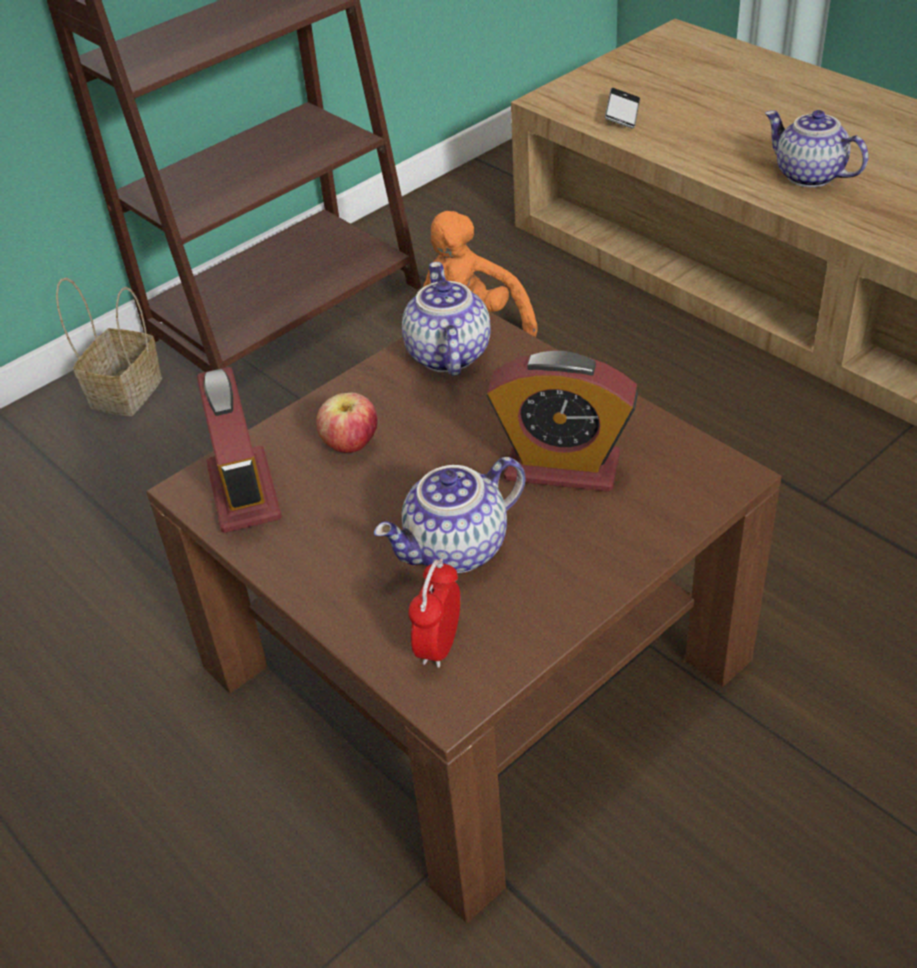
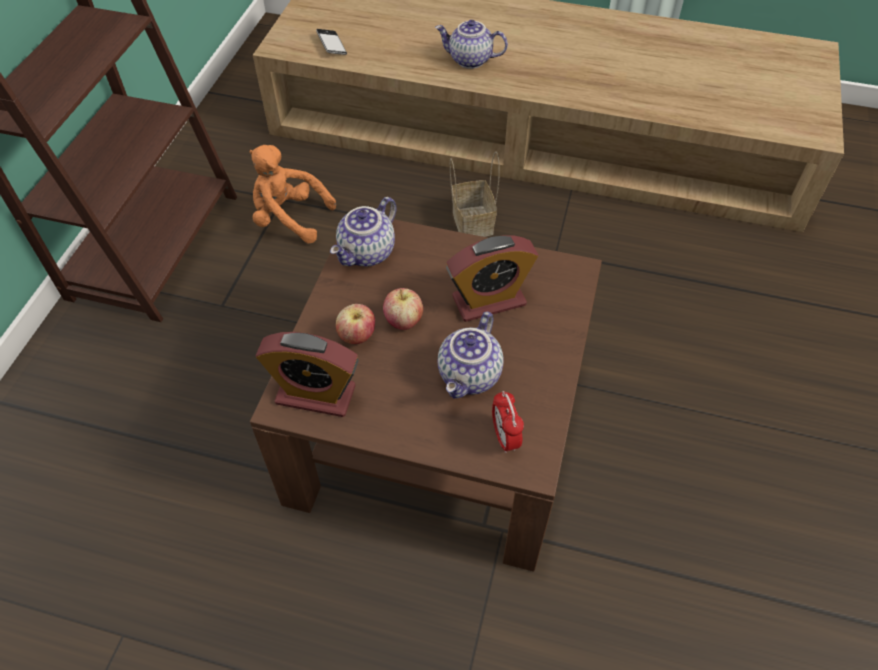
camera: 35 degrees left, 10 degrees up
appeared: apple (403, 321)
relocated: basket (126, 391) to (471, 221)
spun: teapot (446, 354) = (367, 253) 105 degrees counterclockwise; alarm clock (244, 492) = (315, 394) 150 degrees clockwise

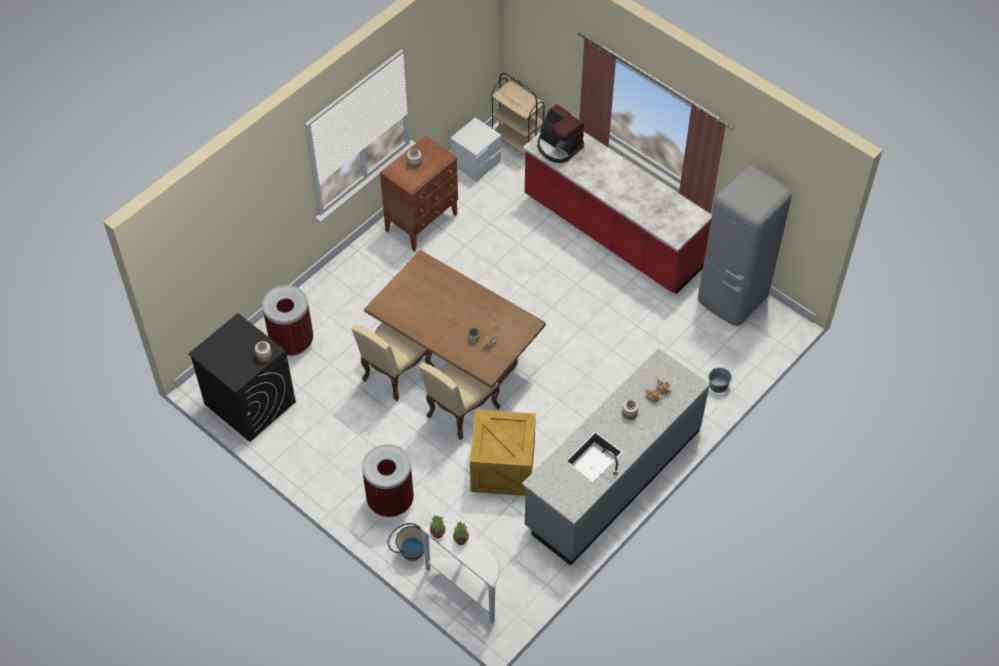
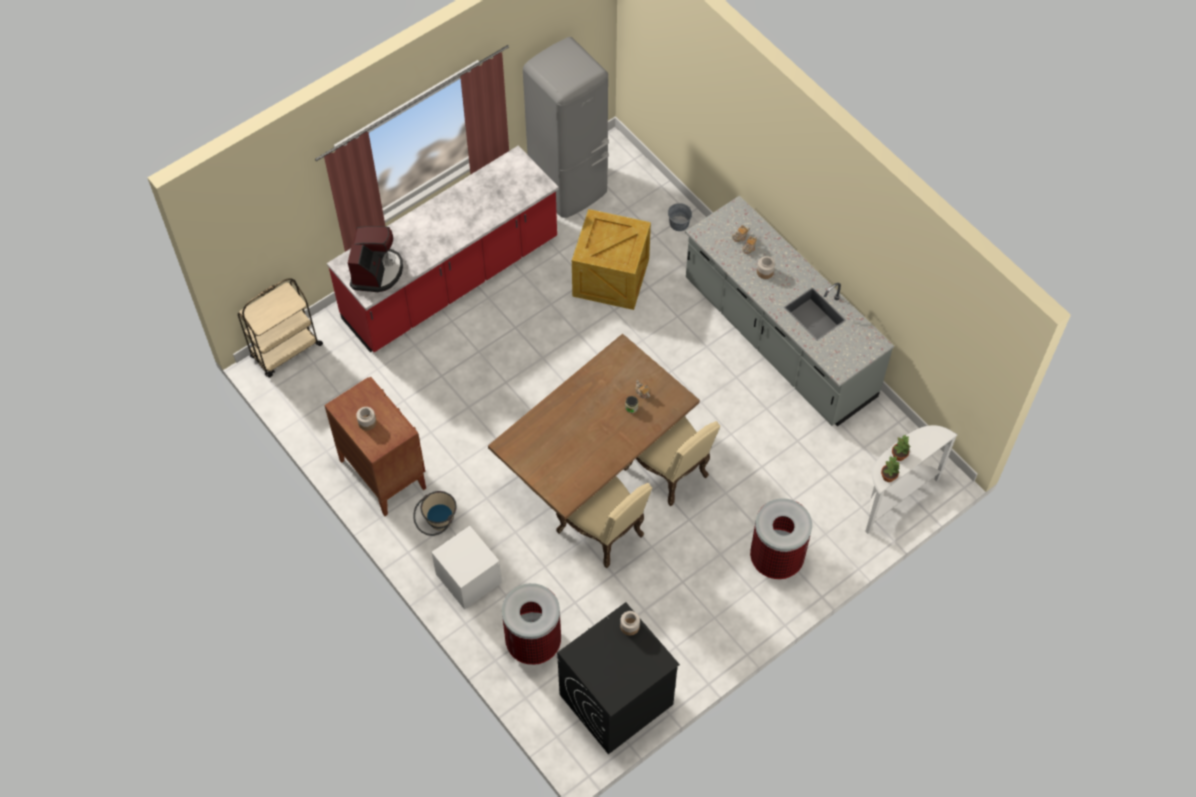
camera: 80 degrees left, 5 degrees up
relocated: white nightstand (475, 163) to (468, 580); crate (503, 469) to (612, 277); beige bucket (408, 550) to (437, 524)
spun: coffee machine (559, 146) = (376, 271) 45 degrees counterclockwise

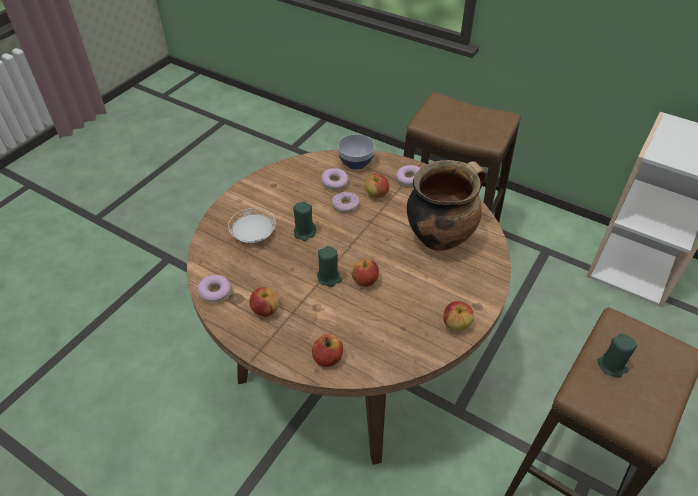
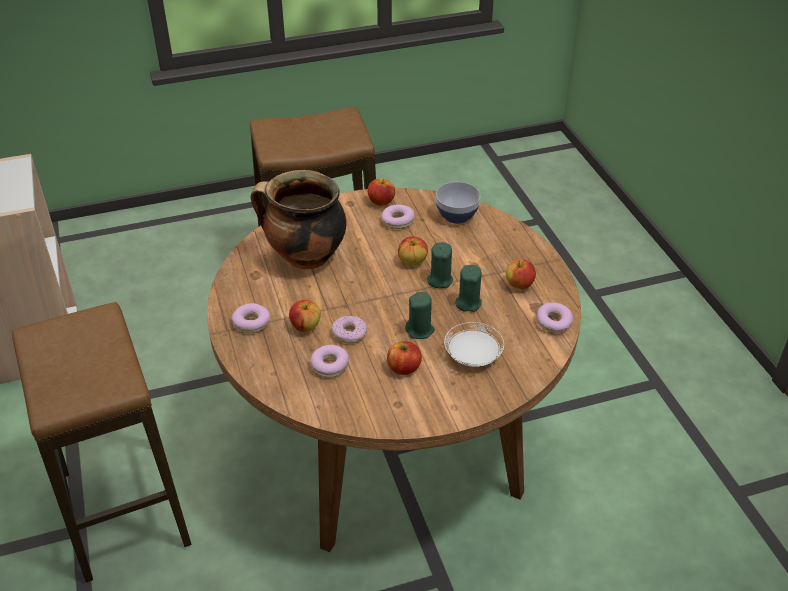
camera: 140 degrees left, 5 degrees down
appeared: donut (398, 221)
relocated: bowl (356, 163) to (456, 216); apple (328, 358) to (404, 368); green candle (612, 366) to (468, 303)

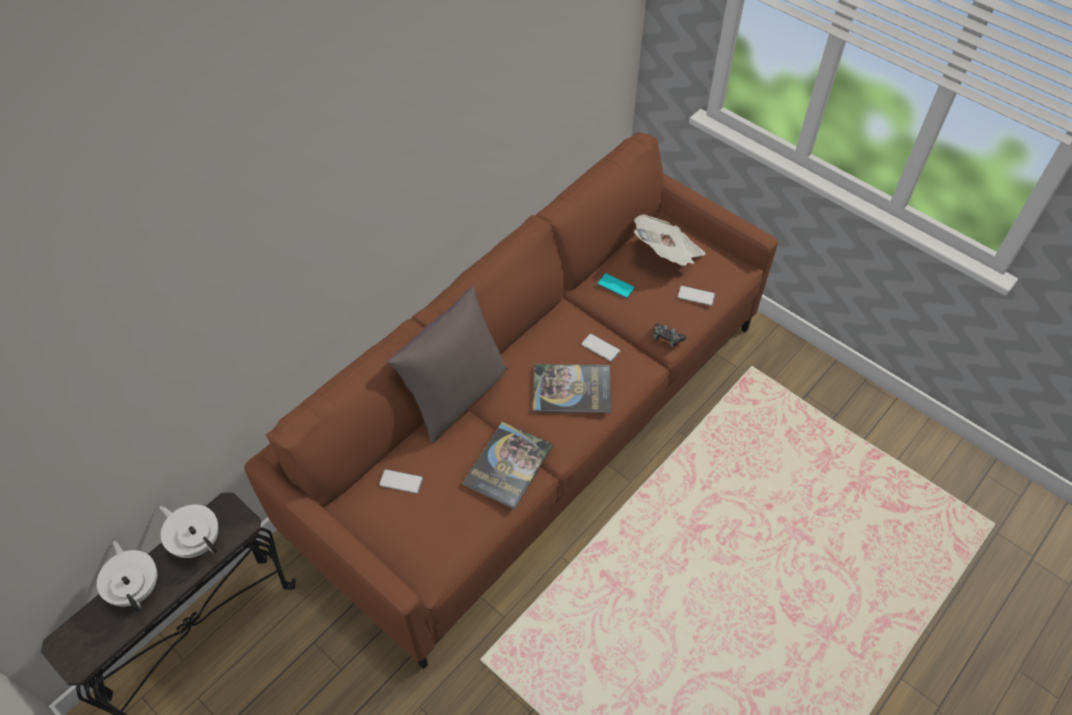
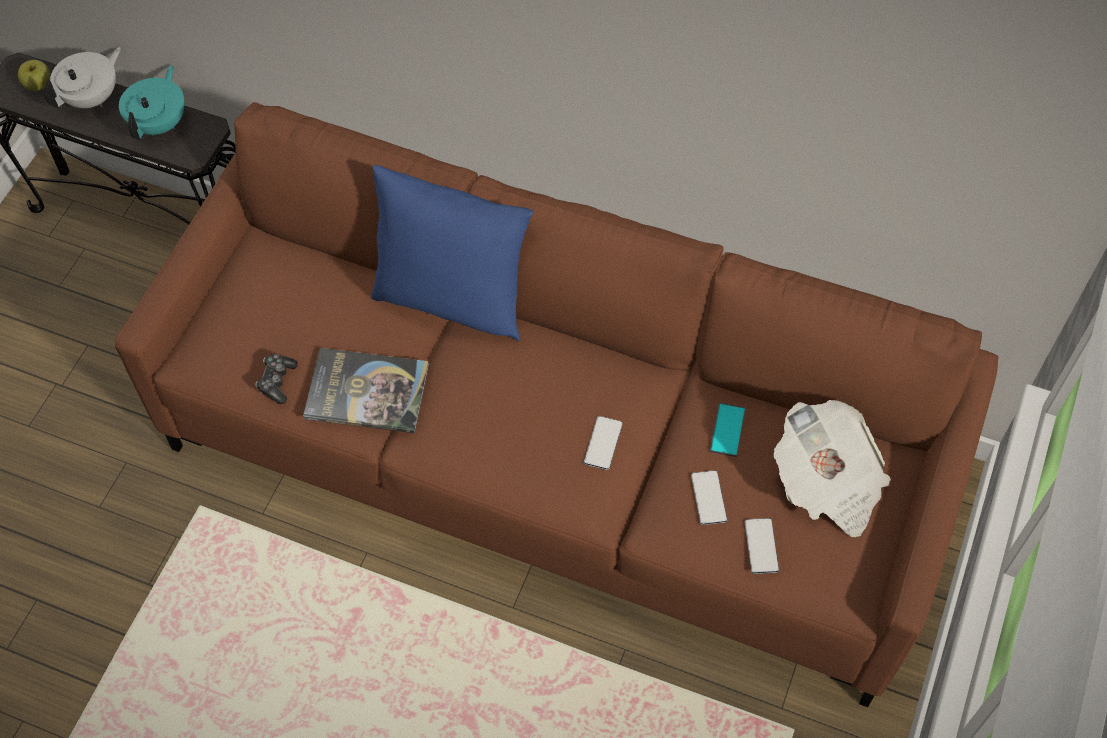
camera: 70 degrees right, 5 degrees up
missing: book (571, 389)
appeared: apple (38, 85)
relocated: game controller (666, 338) to (277, 381); phone (401, 481) to (708, 498)
colour: grey pillow (456, 397) to blue pillow (452, 299); white teapot (197, 541) to turquoise teapot (160, 123)

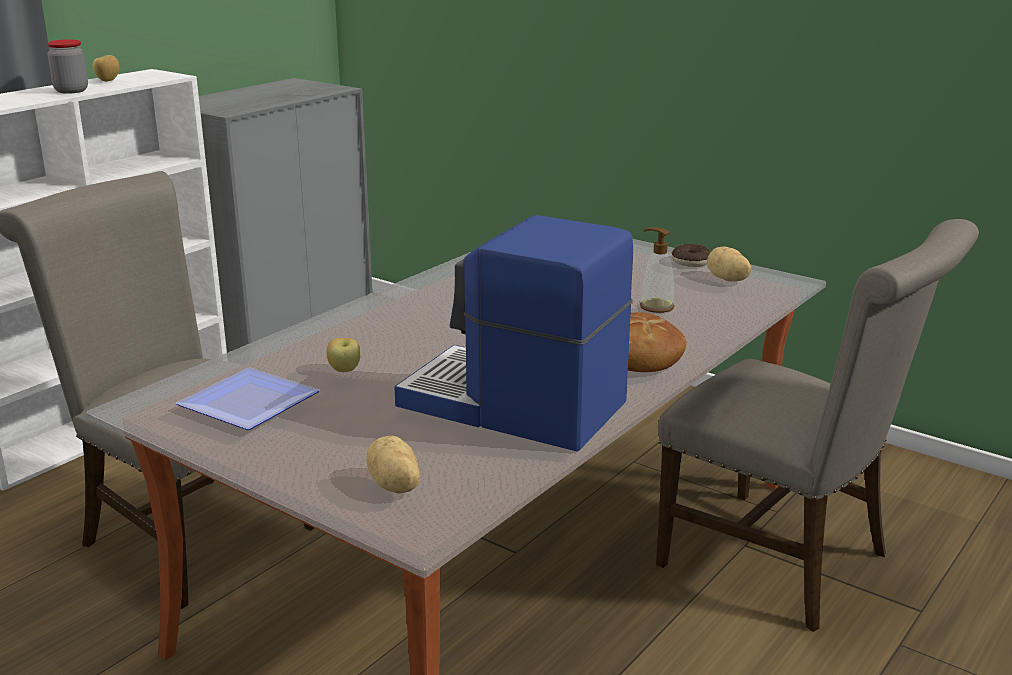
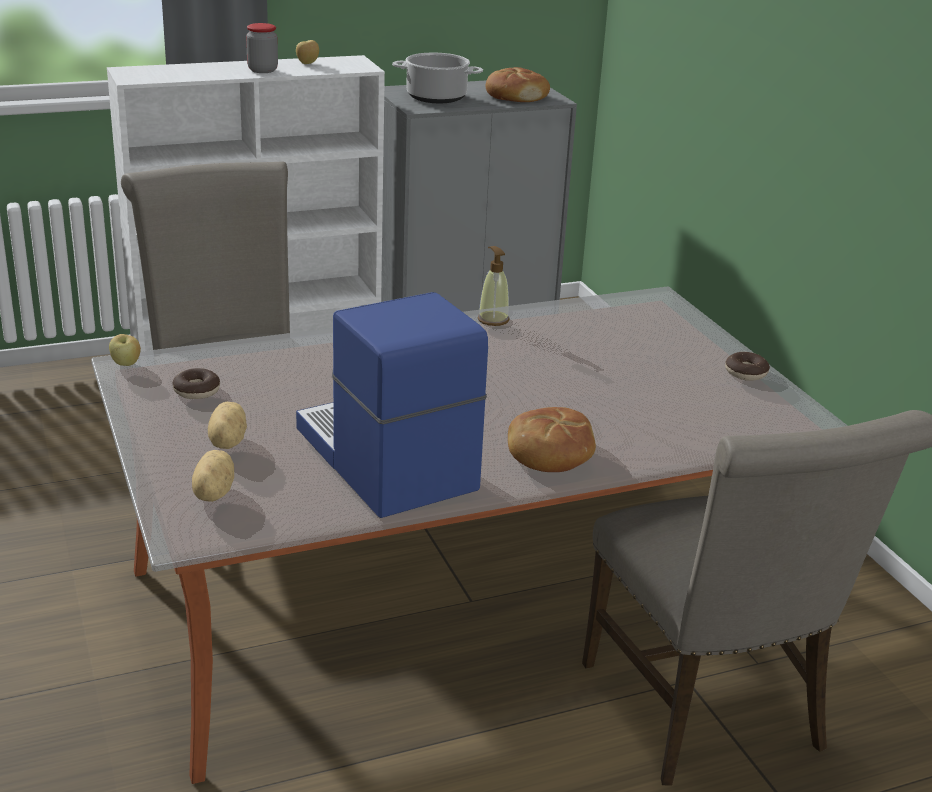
camera: 30 degrees right, 5 degrees up
appeared: cooking pot (437, 97); bread (515, 96)
relocated: soap dispenser (656, 307) to (493, 319); potato (727, 279) to (226, 442); apple (345, 370) to (126, 364)
exchanged: plate (249, 406) to donut (196, 391)

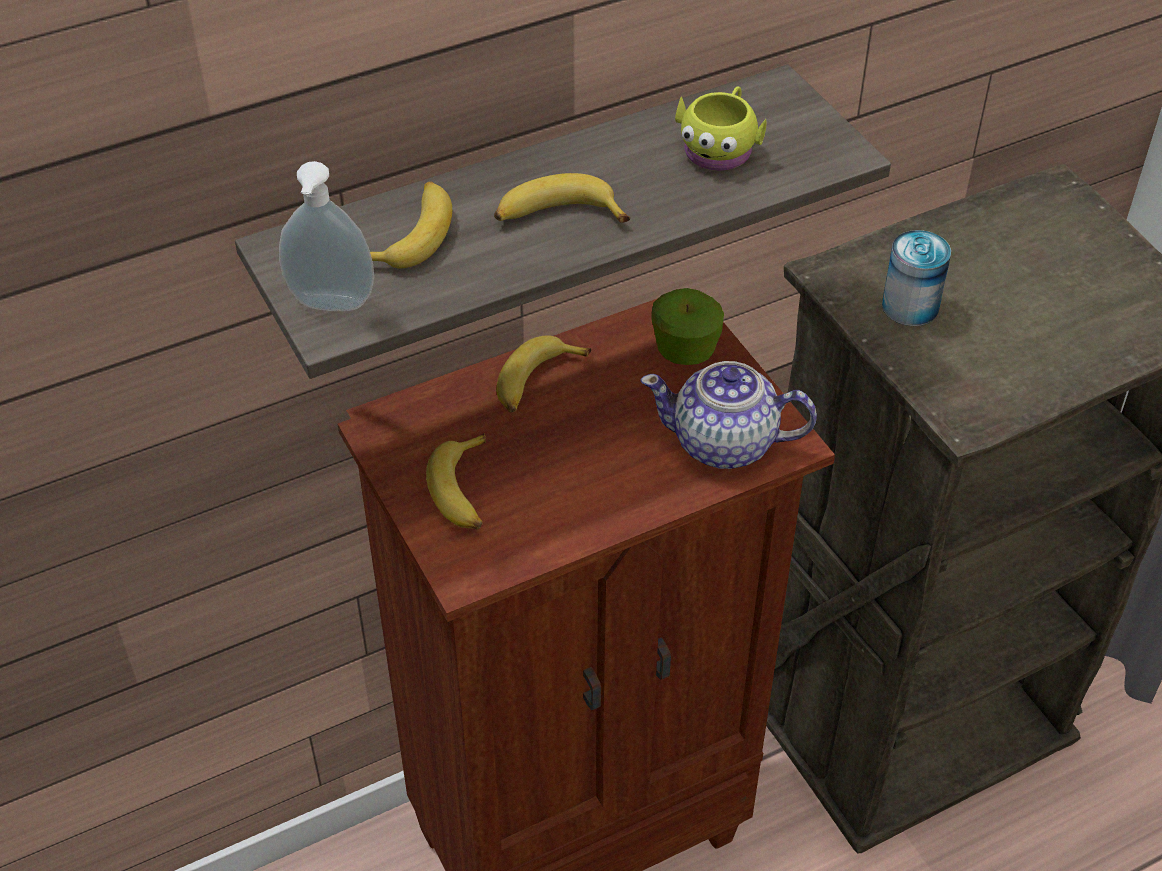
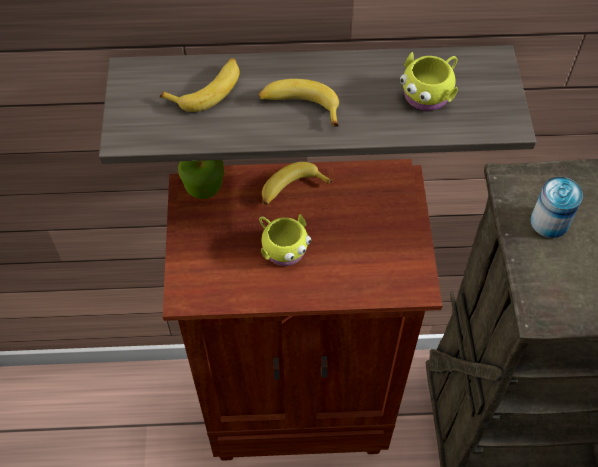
camera: 25 degrees right, 10 degrees up
missing: soap dispenser (331, 306); teapot (725, 444); banana (465, 492)
appeared: yellow mug (282, 247)
relocated: apple (685, 350) to (203, 186)

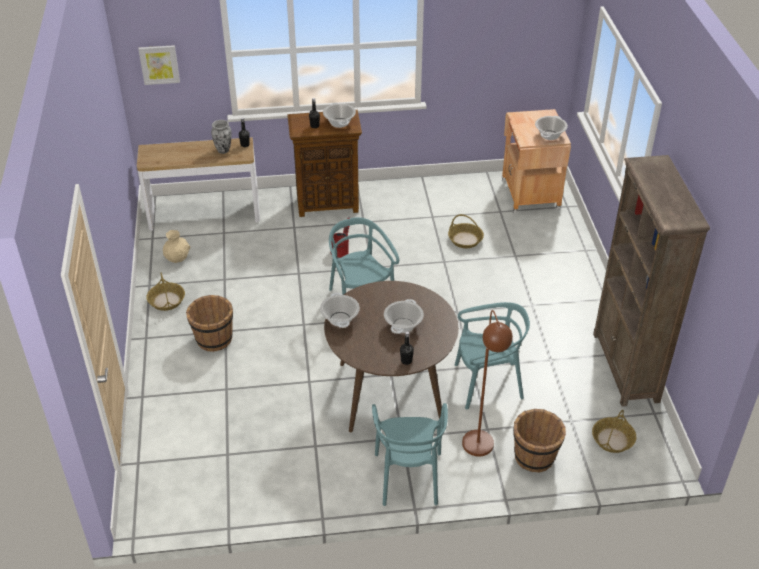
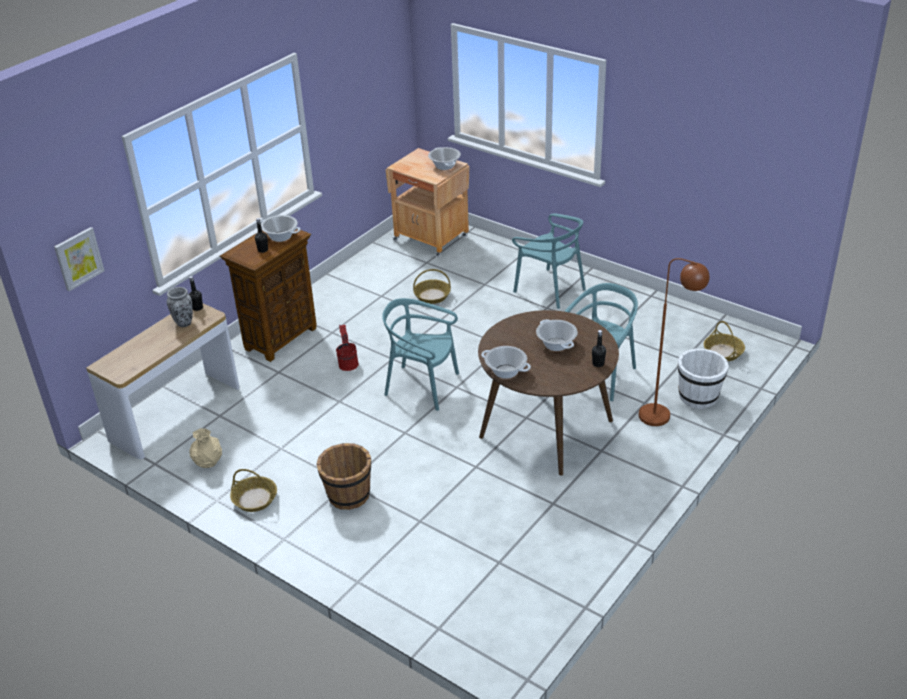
camera: 45 degrees left, 5 degrees down
missing: brown bookcase (625, 368)
relocated: turquoise chair (408, 477) to (550, 289)
colour: brown bucket (535, 457) to white bucket (698, 396)

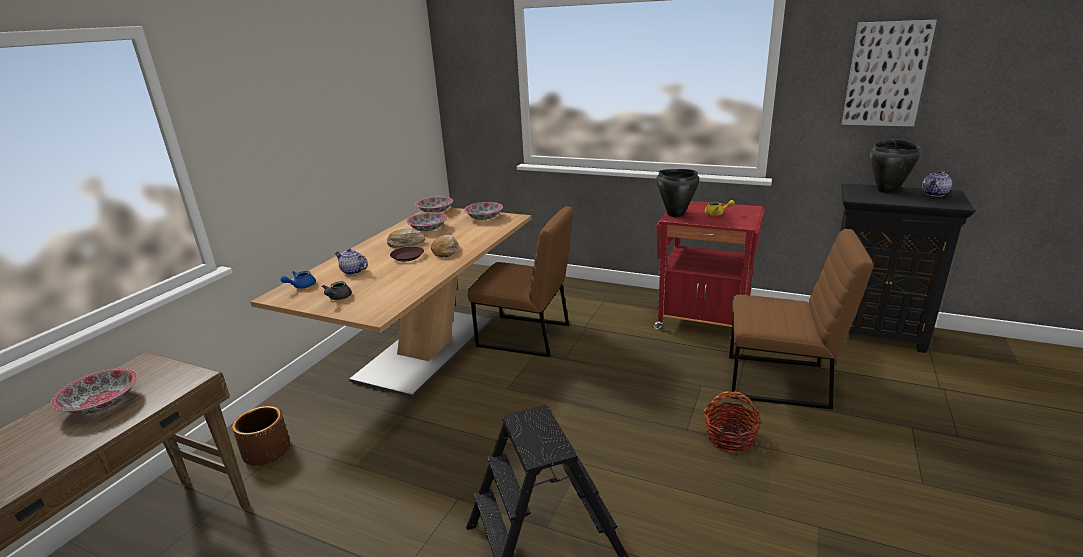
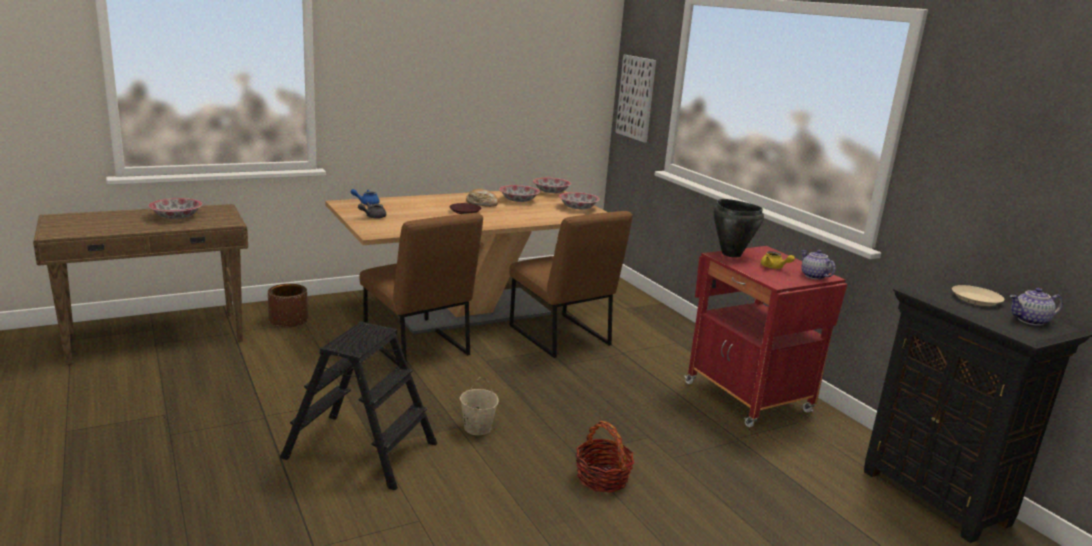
camera: 35 degrees right, 5 degrees down
missing: bread (446, 251)
appeared: beige bucket (477, 428)
relocated: picture (886, 74) to (636, 98); brown chair (781, 382) to (417, 347); teapot (352, 271) to (813, 276)
exchanged: black cooking pot (887, 191) to beige plate (976, 299)

